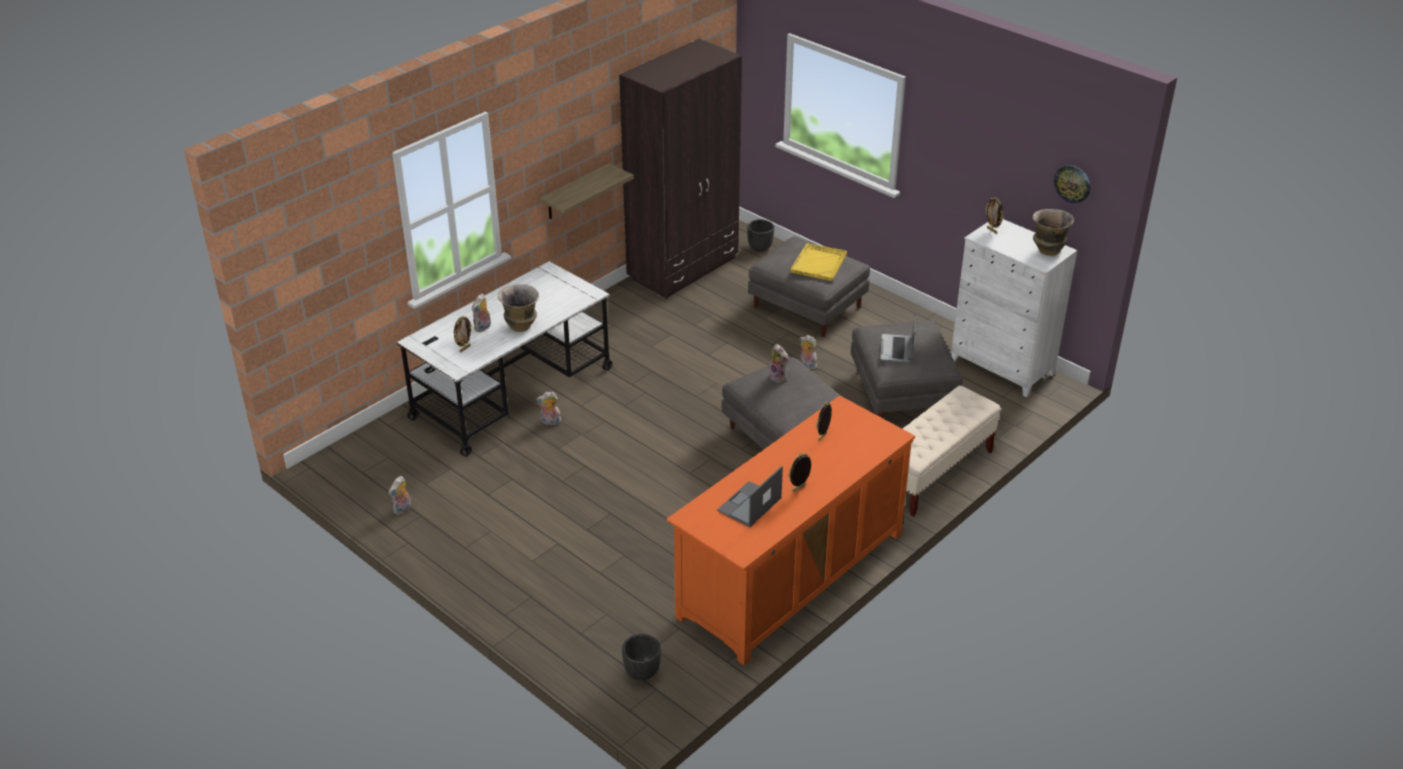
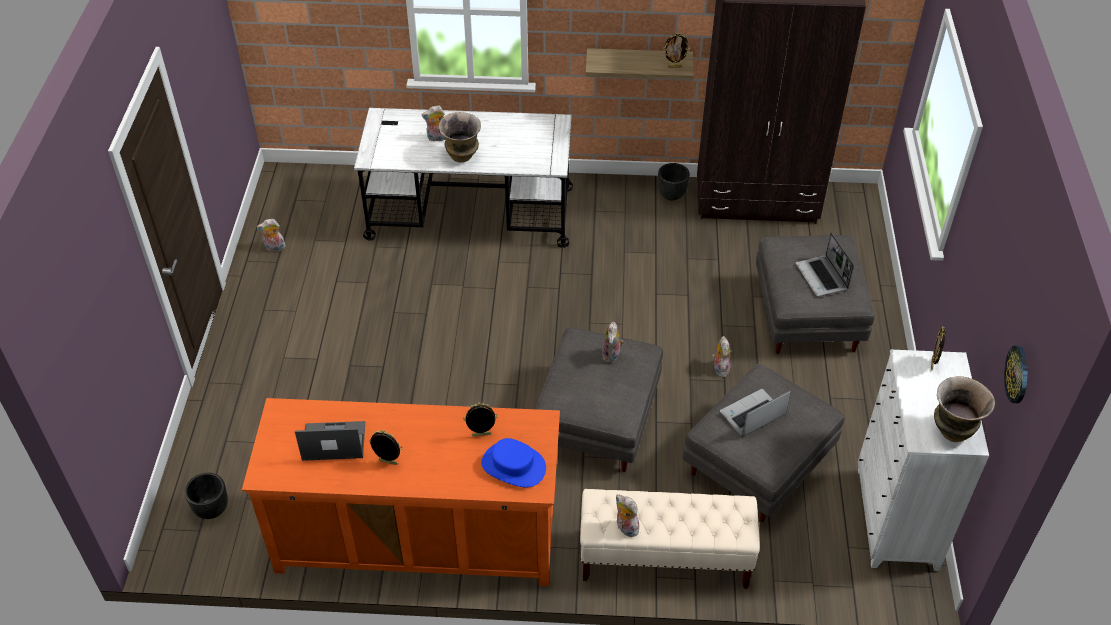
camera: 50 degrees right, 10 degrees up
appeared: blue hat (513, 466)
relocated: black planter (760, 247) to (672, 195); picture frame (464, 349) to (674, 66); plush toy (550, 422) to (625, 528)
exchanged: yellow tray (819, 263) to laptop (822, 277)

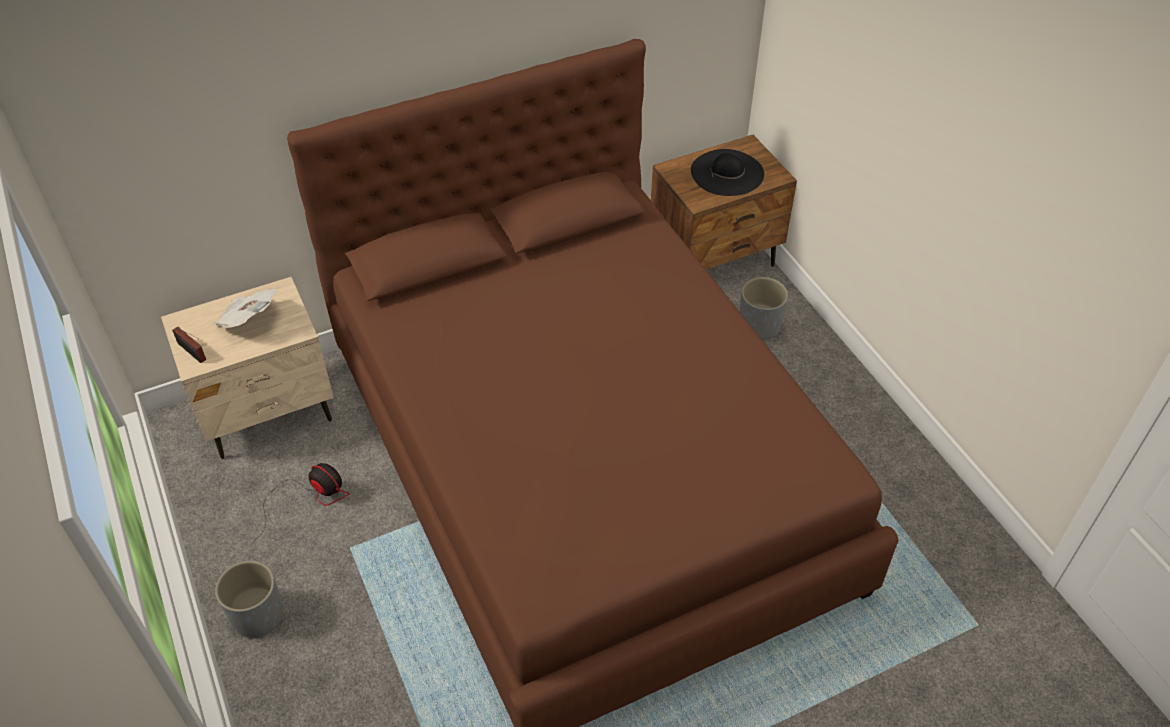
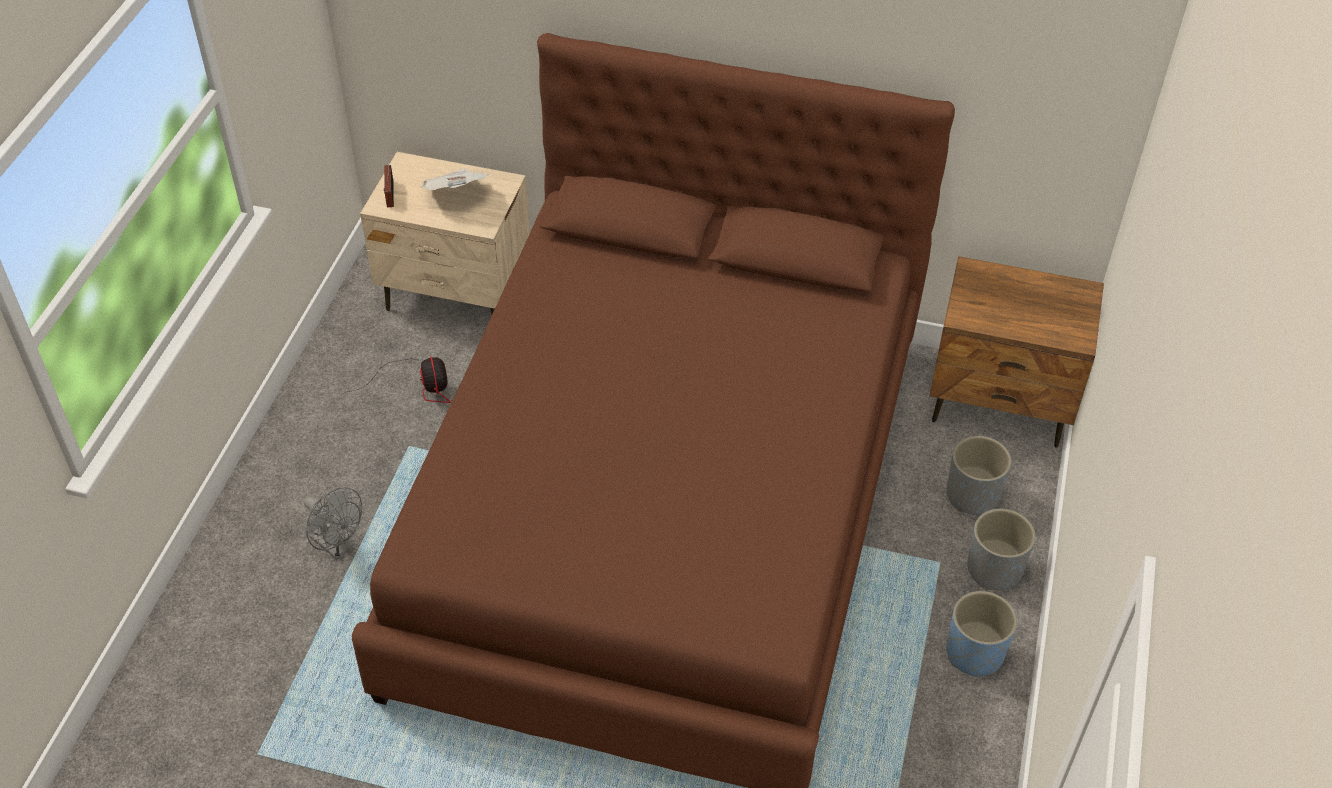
camera: 40 degrees right, 0 degrees up
missing: black hat (727, 172)
appeared: grey fan (337, 546); blue planter (974, 653)
relocated: grey planter (258, 615) to (994, 569)

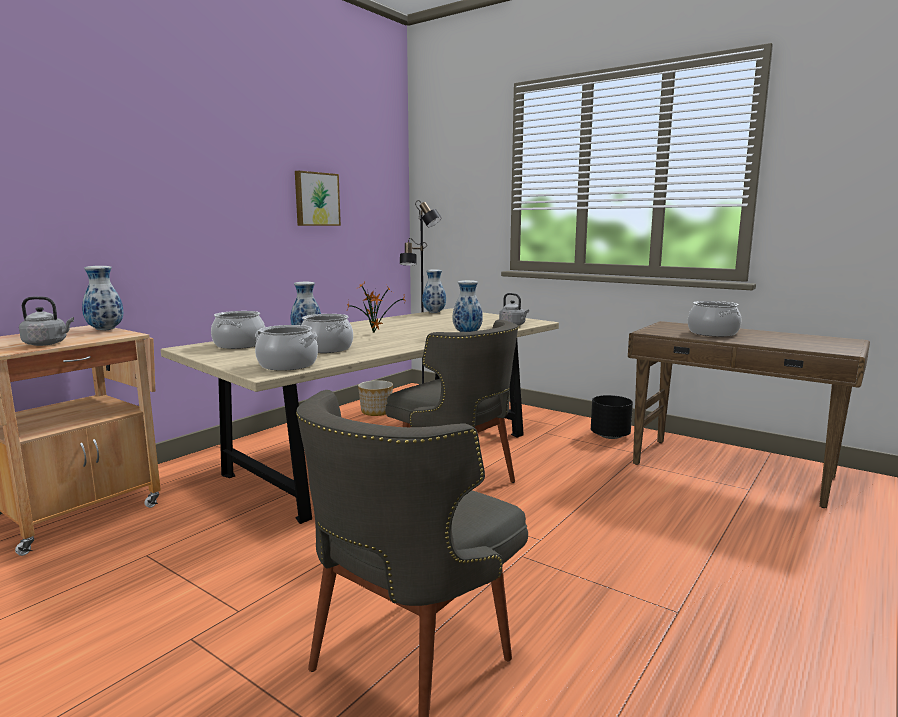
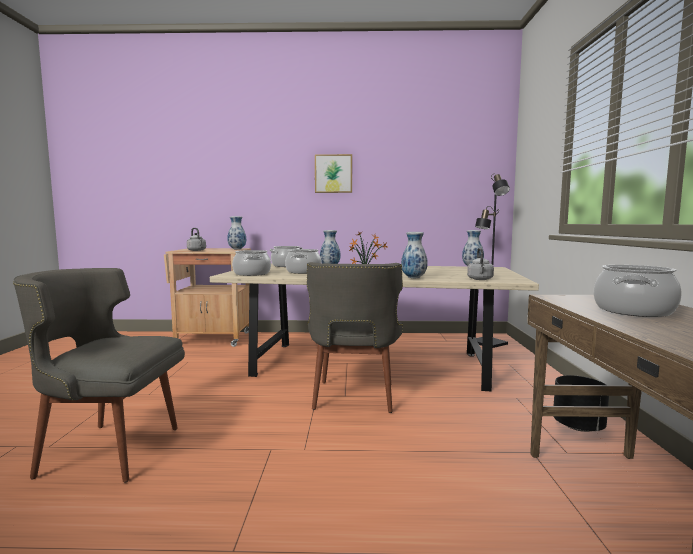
camera: 55 degrees right, 5 degrees down
missing: planter (376, 412)
relocated: picture (316, 199) to (333, 174)

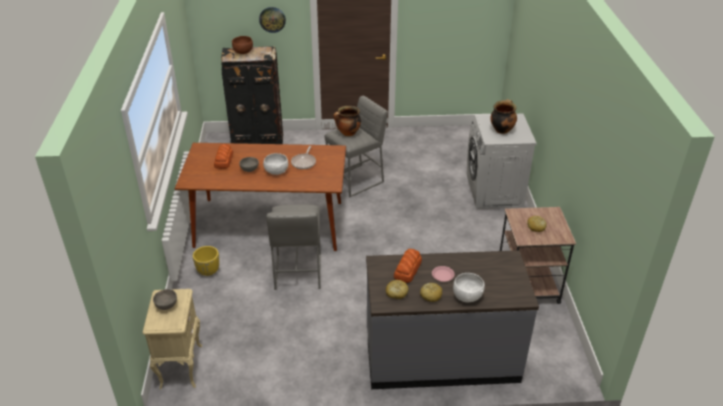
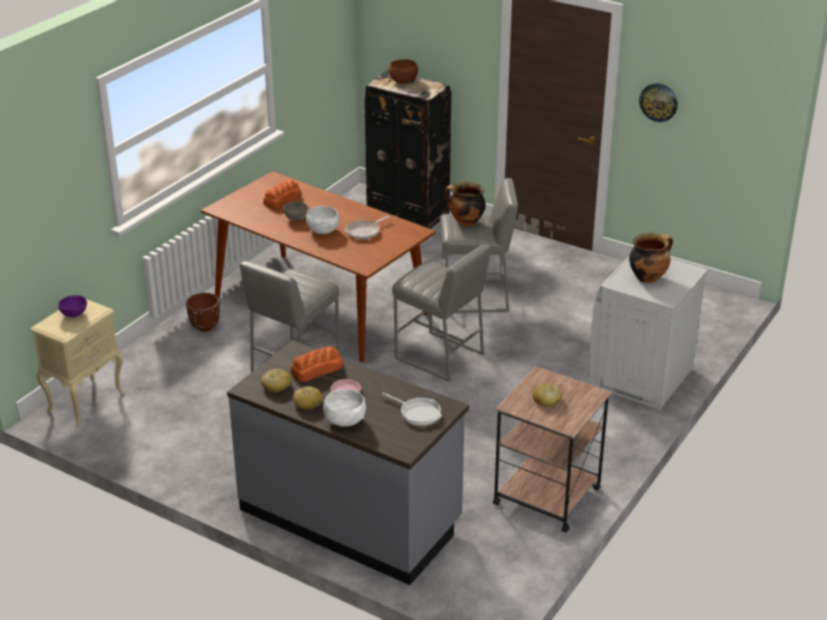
camera: 35 degrees right, 5 degrees down
appeared: grey stool (440, 357); frying pan (418, 412)
relocated: wall clock (272, 19) to (658, 102)
colour: yellow planter (208, 271) to brown planter (204, 327); grey bowl (167, 305) to purple bowl (74, 314)

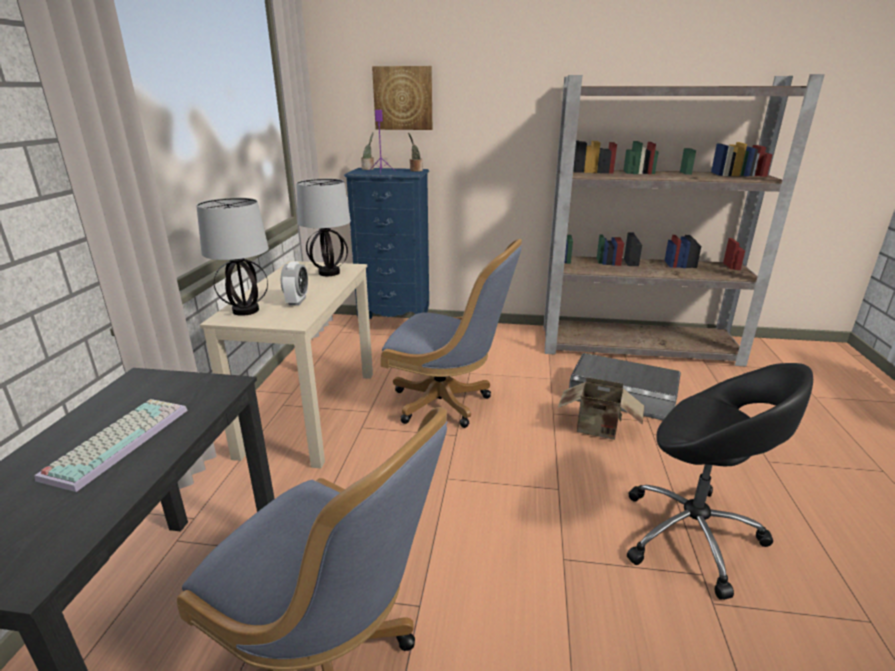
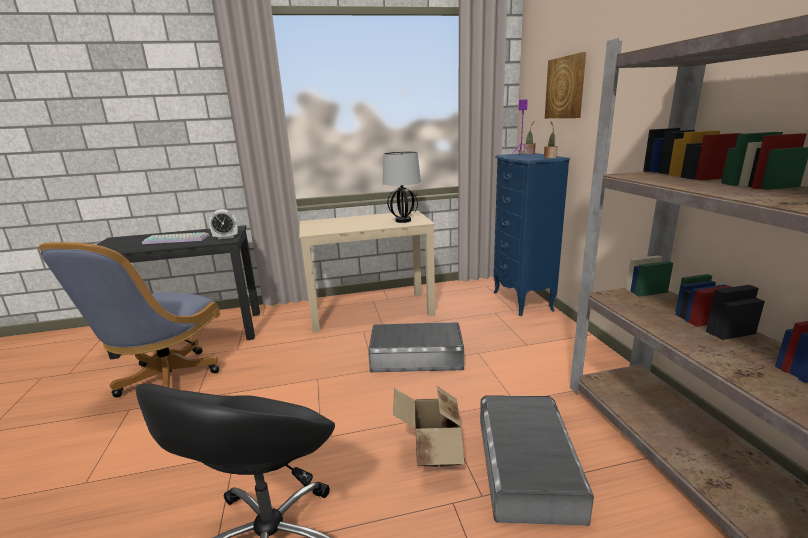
camera: 70 degrees right, 5 degrees down
missing: table lamp (246, 310)
relocated: alarm clock (297, 301) to (226, 237)
exchanged: blue office chair (449, 405) to grey storage box (416, 356)

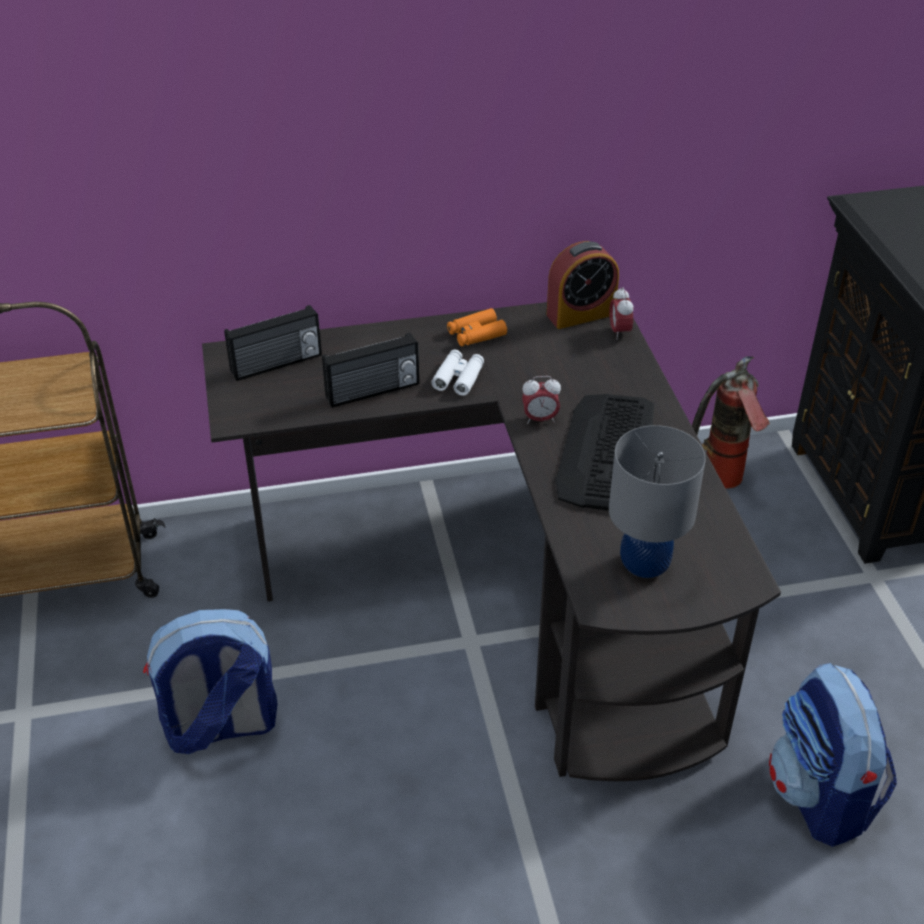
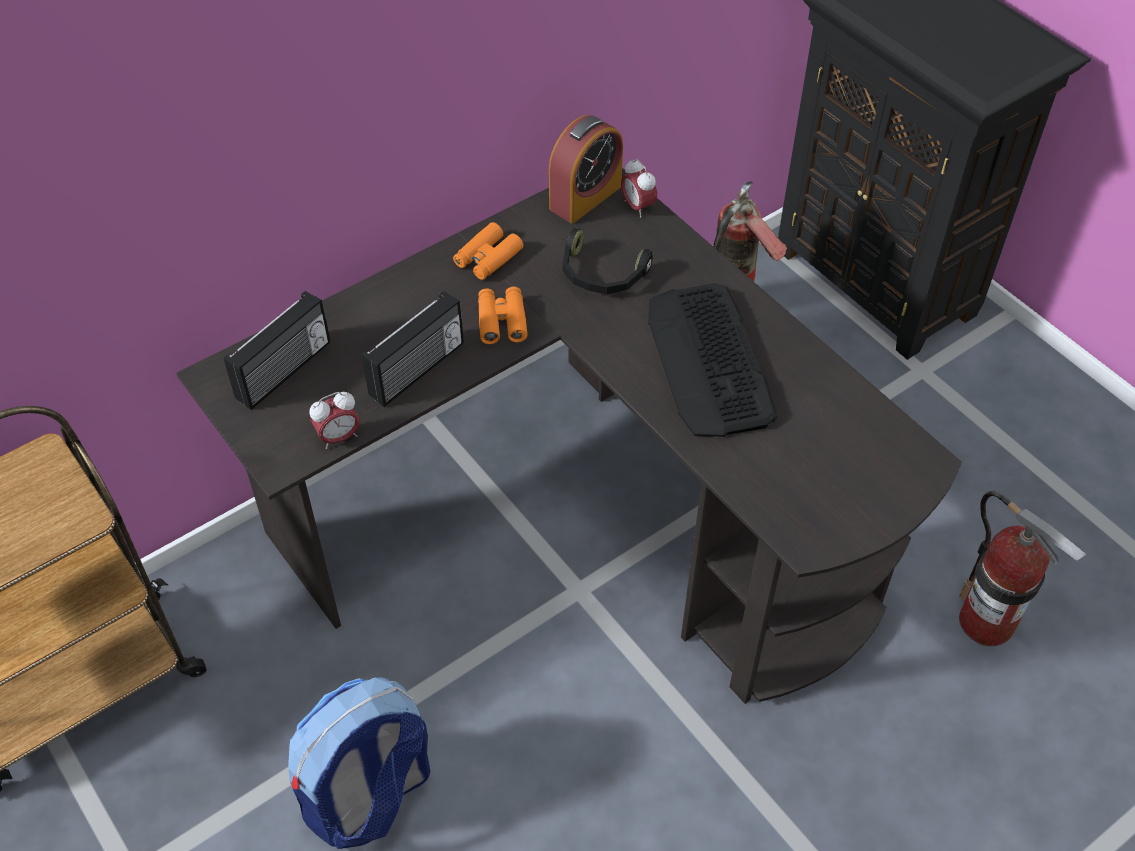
camera: 25 degrees left, 10 degrees up
missing: grey table lamp (646, 567)
appeared: black headphones (601, 275)
relocated: alarm clock (540, 419) to (338, 437)
exchanged: backpack (820, 796) to fire extinguisher (986, 622)
colour: white binoculars (458, 378) to orange binoculars (502, 321)

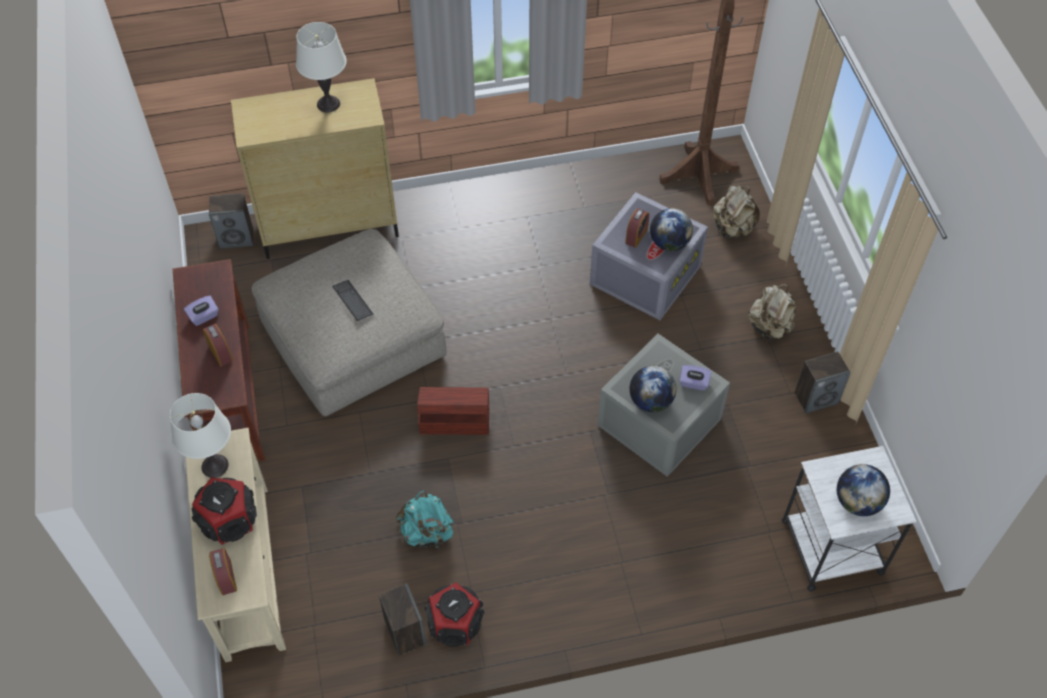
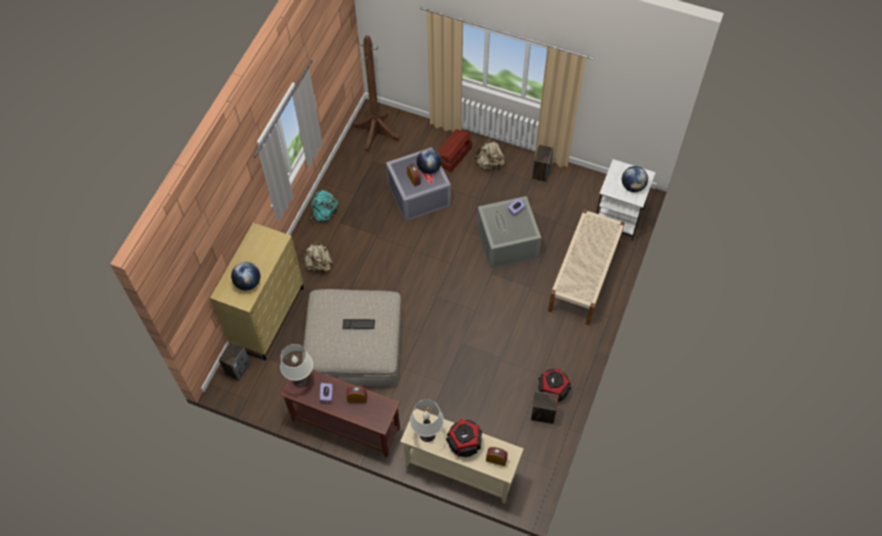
camera: 55 degrees left, 5 degrees up
appeared: beige bench (584, 276)
relocated: white table lamp (328, 104) to (301, 380); beige backpack (732, 228) to (319, 265); globe (650, 401) to (248, 283); brown storage box (454, 420) to (453, 156); turquoise backpack (427, 533) to (324, 214)

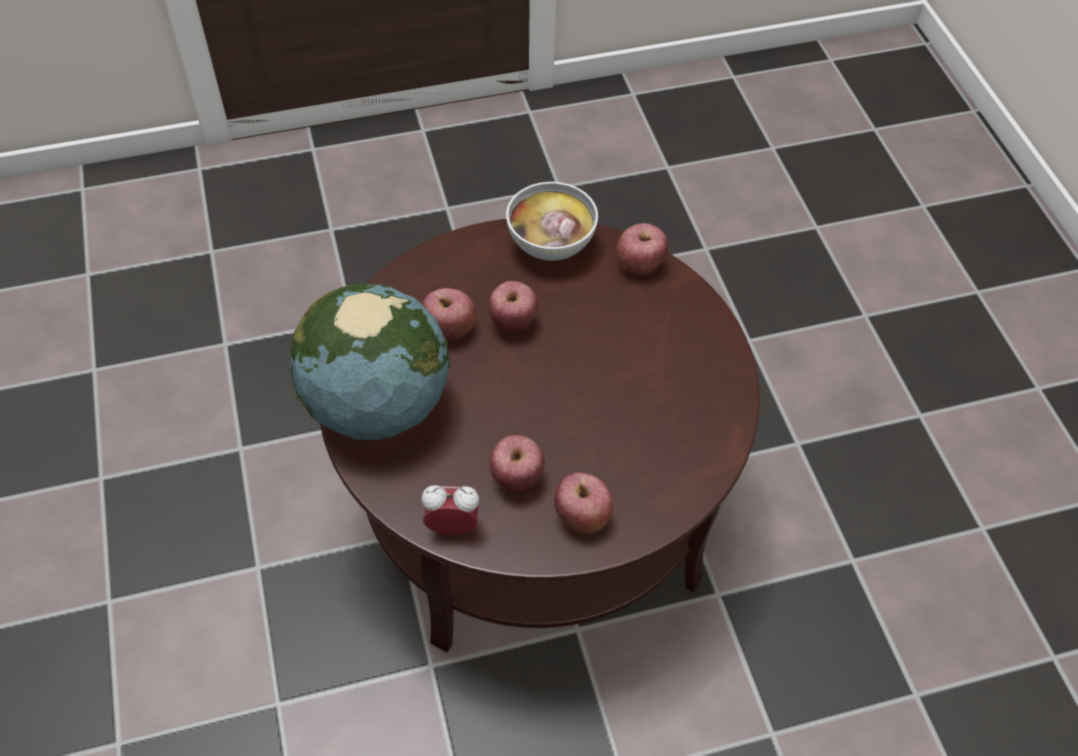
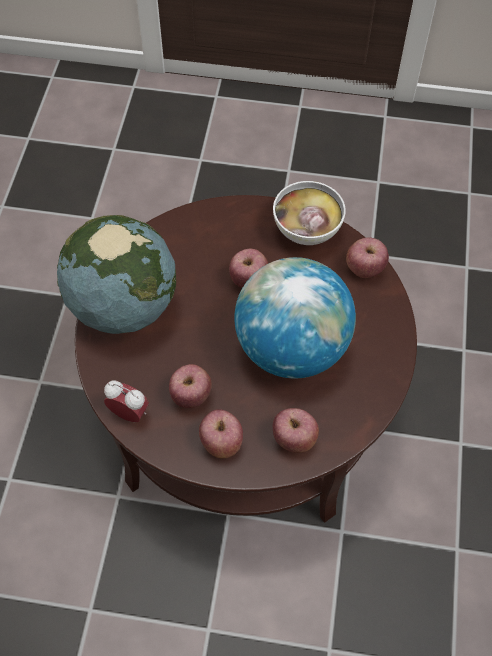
camera: 25 degrees right, 5 degrees up
appeared: globe (291, 347)
relocated: apple (449, 329) to (294, 439)

